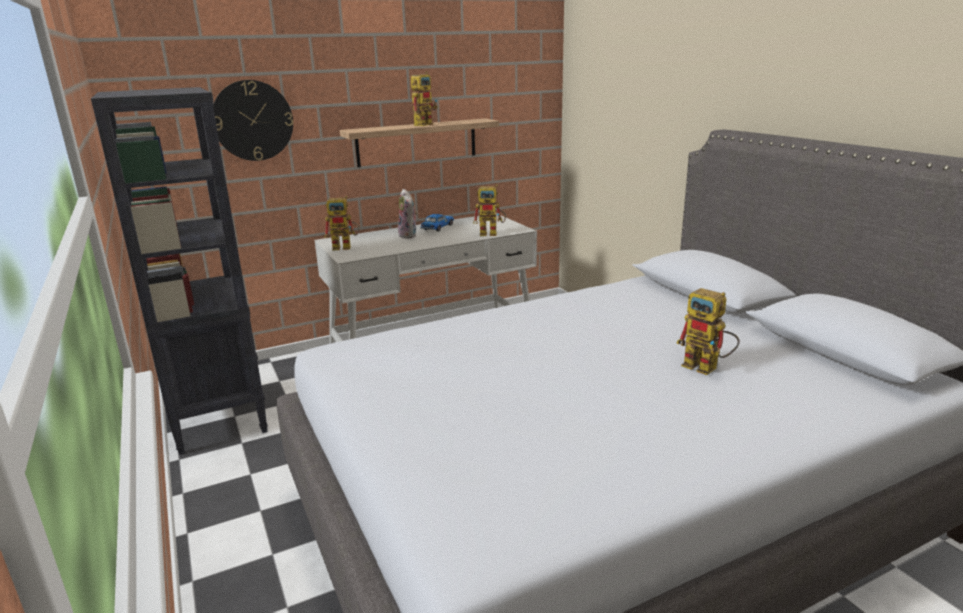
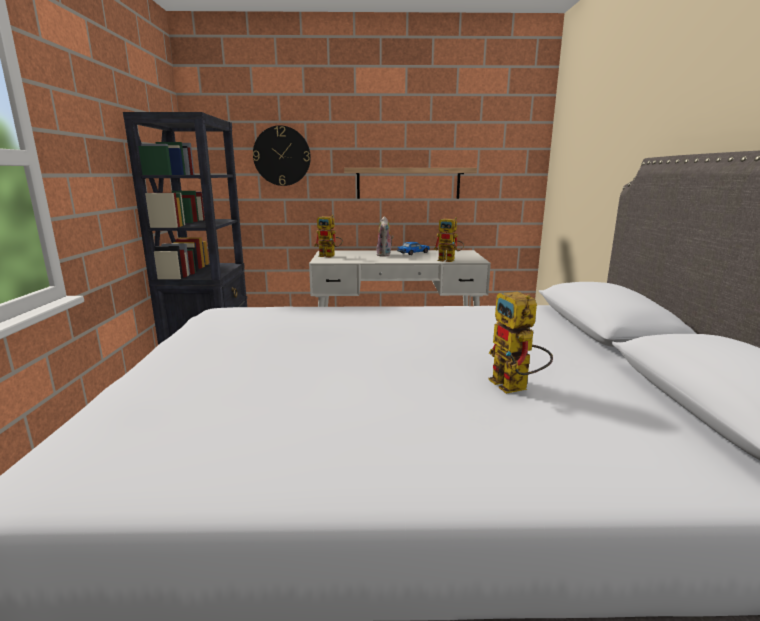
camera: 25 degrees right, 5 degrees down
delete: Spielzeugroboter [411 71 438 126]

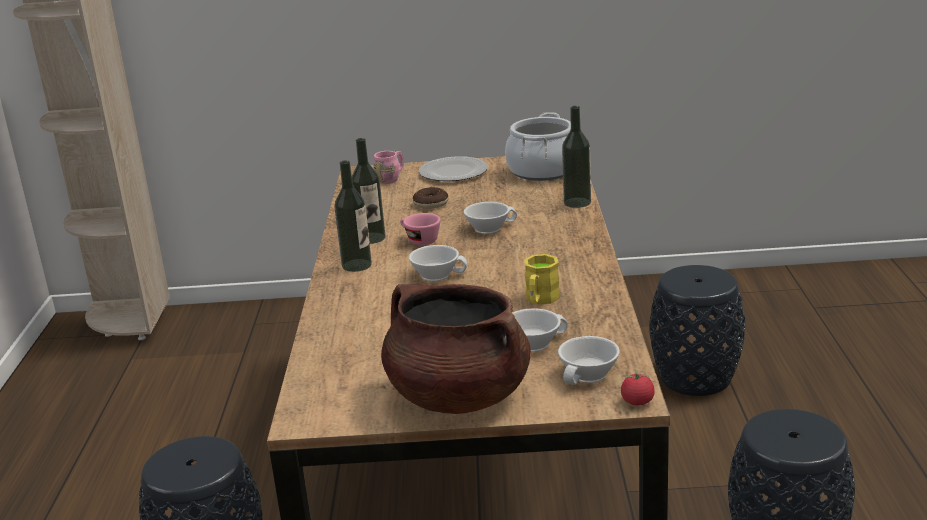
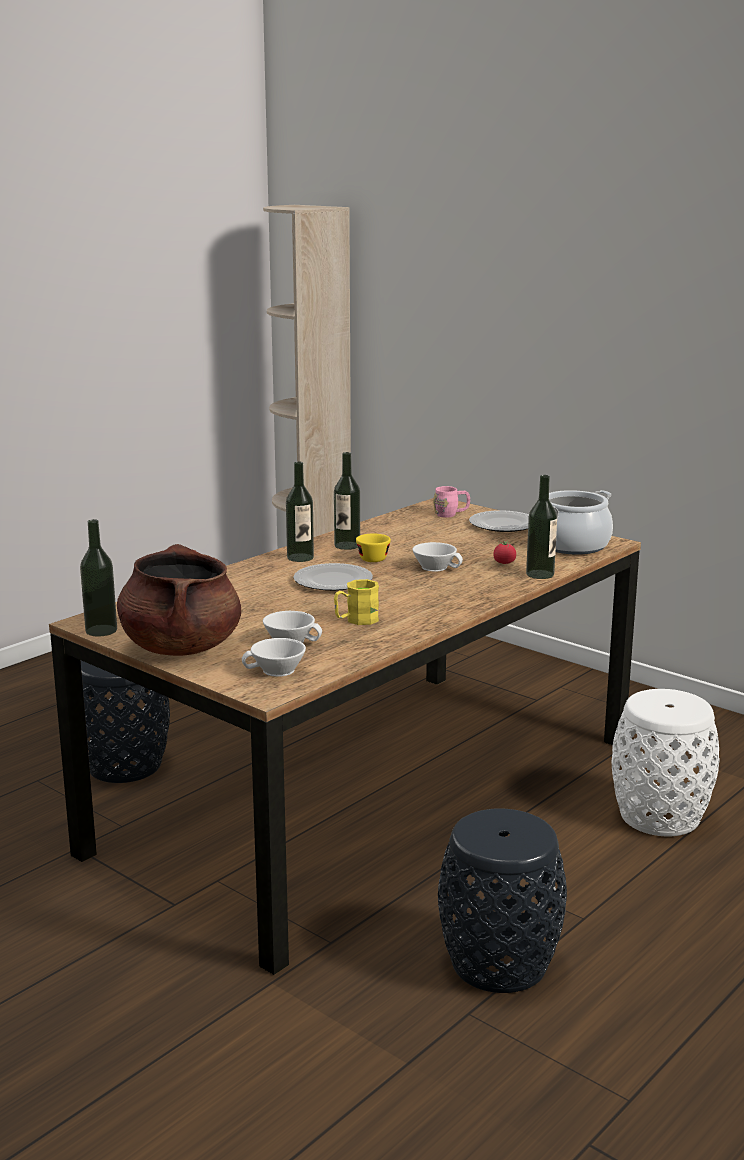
camera: 40 degrees right, 5 degrees down
delete: Donut [413 187 448 209]
insert: Flasche [80 519 117 636]
move: Tomate [621 370 655 405] to [493 540 516 564]
replace: Tasse [weiß] [409 245 467 281] to Teller [293 563 373 591]
recolor: Tasse [rosa] [400 213 441 246] to Tasse [gelb] [356 534 391 562]; Hocker [schwarz] [649 265 745 396] to Hocker [weiß] [612 689 719 836]

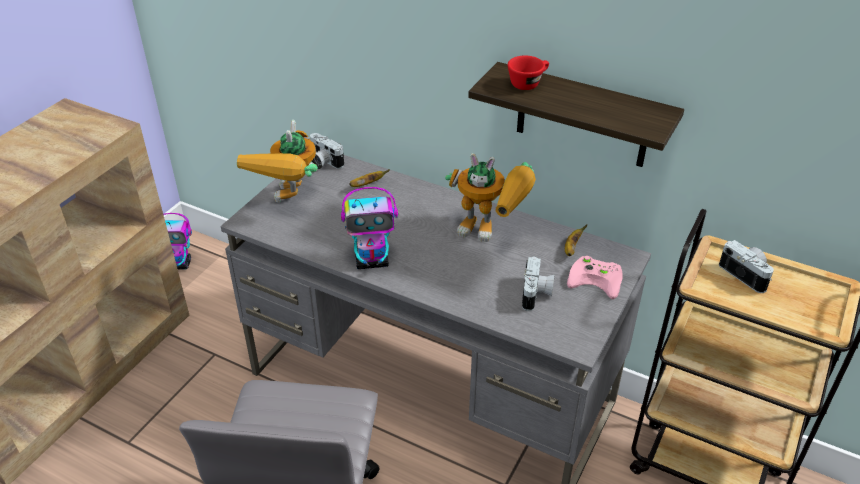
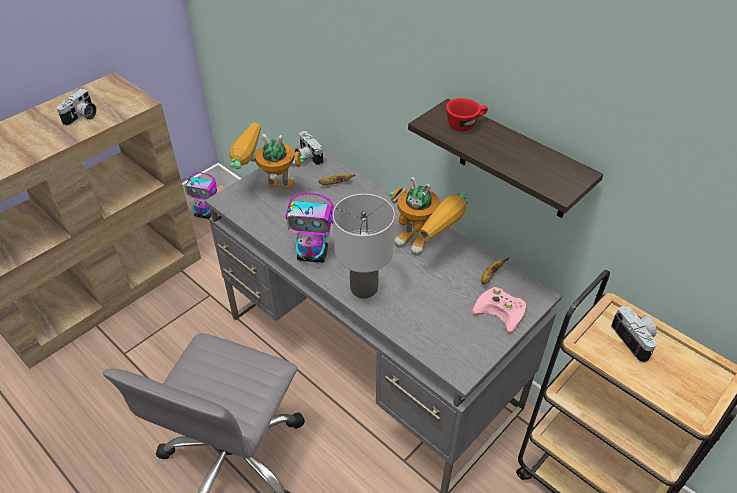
camera: 15 degrees right, 5 degrees up
insert: Tischlampe [weiß] [333 194 395 299]
move: Kamera [522 256 554 311] to [57 89 97 126]
rotate: Spielzeugroboter [237 120 318 202] = [229 123 306 189] 75 degrees clockwise

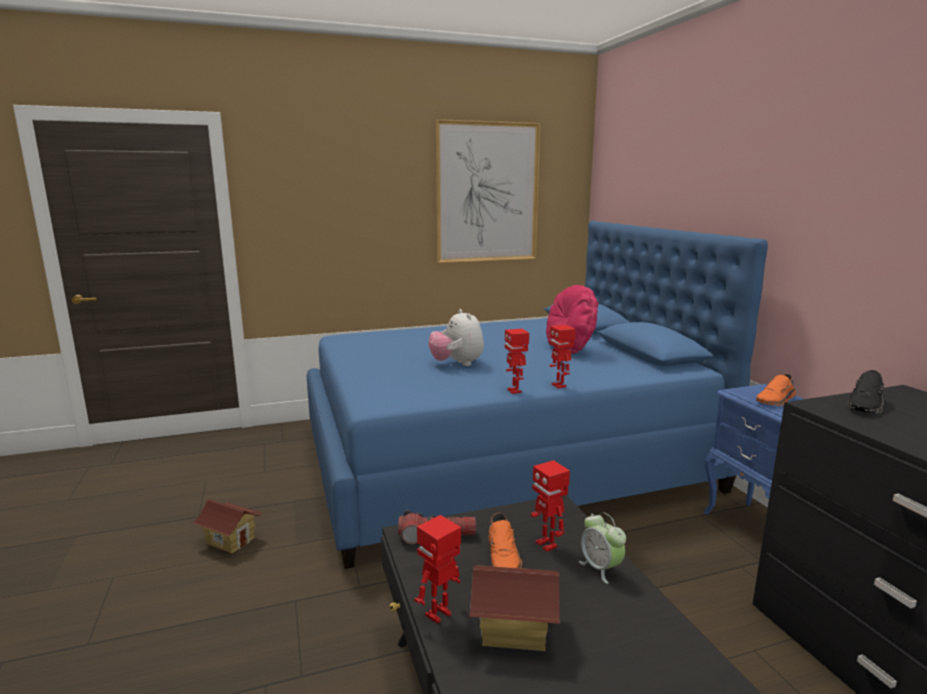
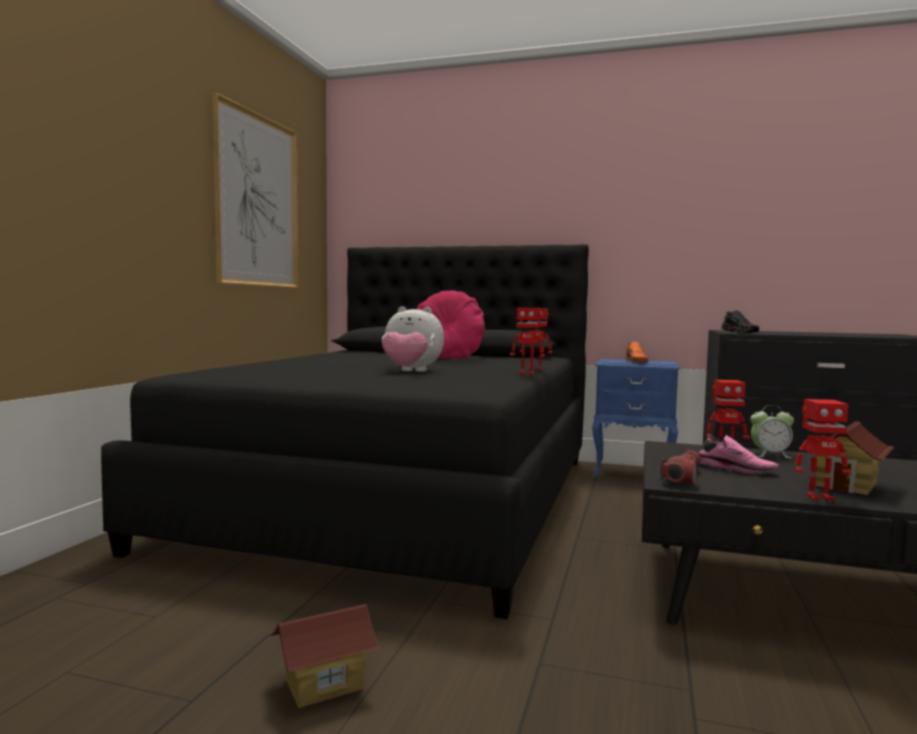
camera: 55 degrees left, 10 degrees down
recolor: Bett [blau] [307 221 768 569] to Bett [schwarz] [101 244 589 619]; Schuh [orange] [488 513 522 568] to Schuh [rosa] [698 435 779 474]
rotate: Spielzeugroboter [414 515 461 624] = [794 399 851 501] 75 degrees counterclockwise

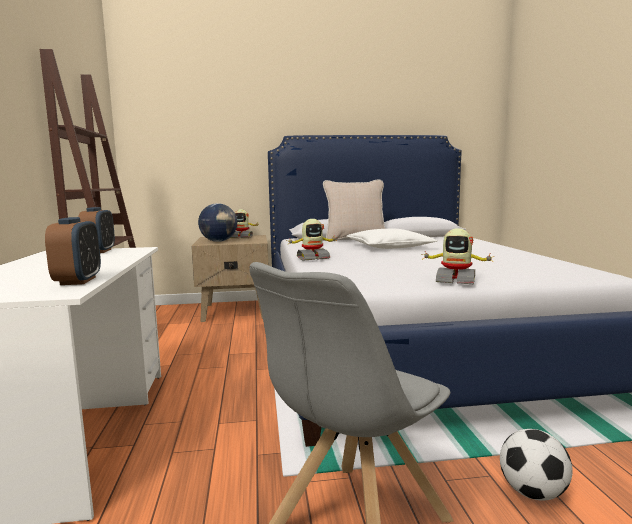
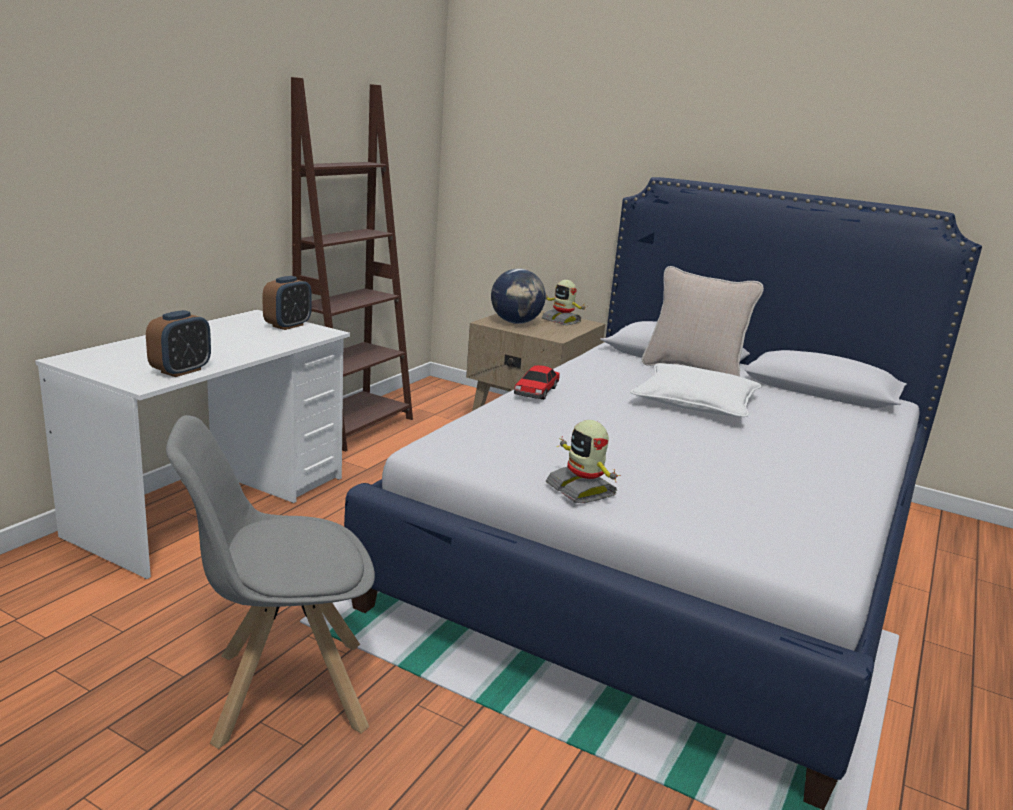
camera: 35 degrees right, 10 degrees up
delete: Fußball [500 429 573 501]
replace: Spielzeugroboter [286 219 336 261] to Spielzeugauto [514 365 560 400]

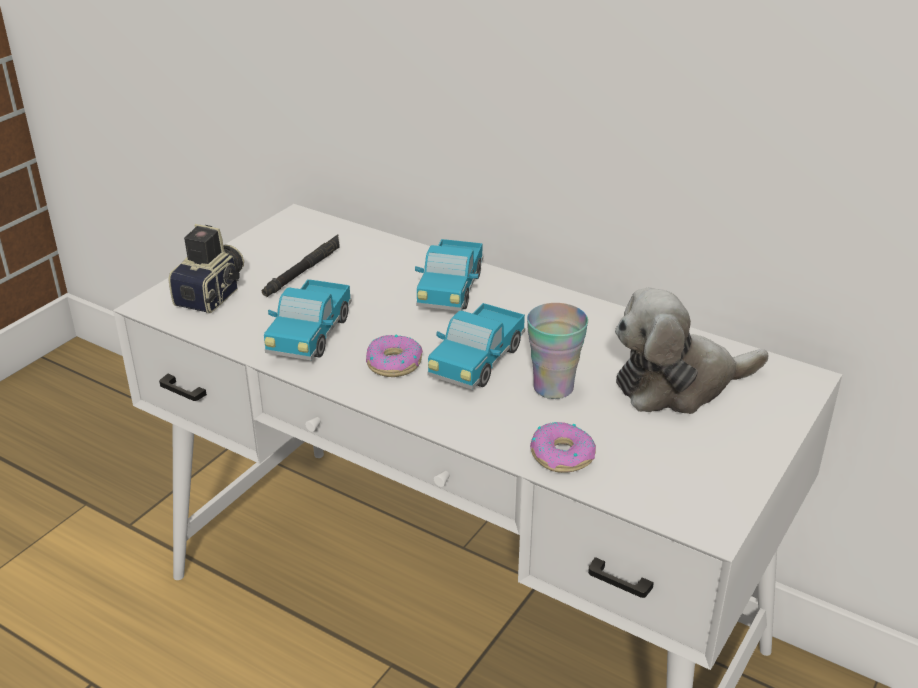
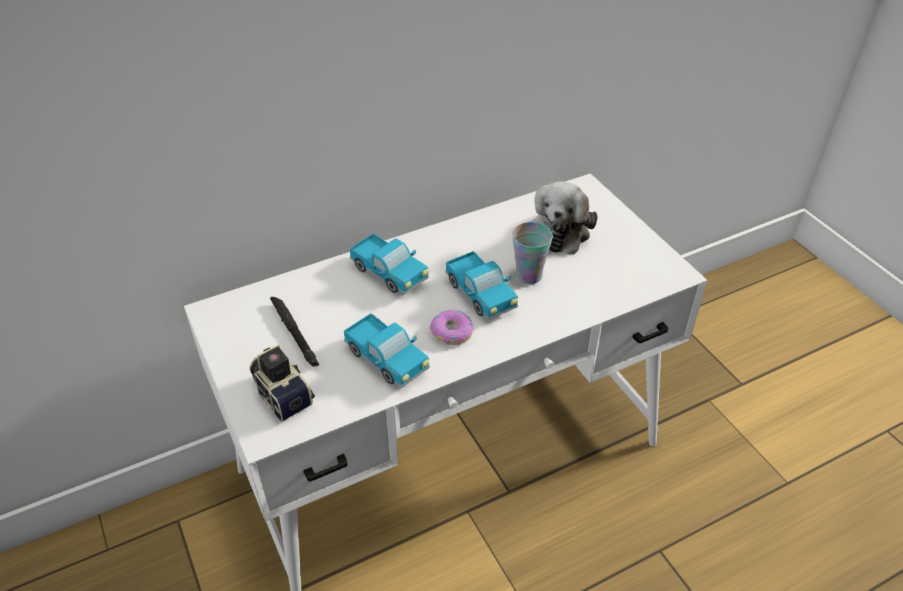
camera: 60 degrees left, 10 degrees up
delete: Donut [530 422 596 473]

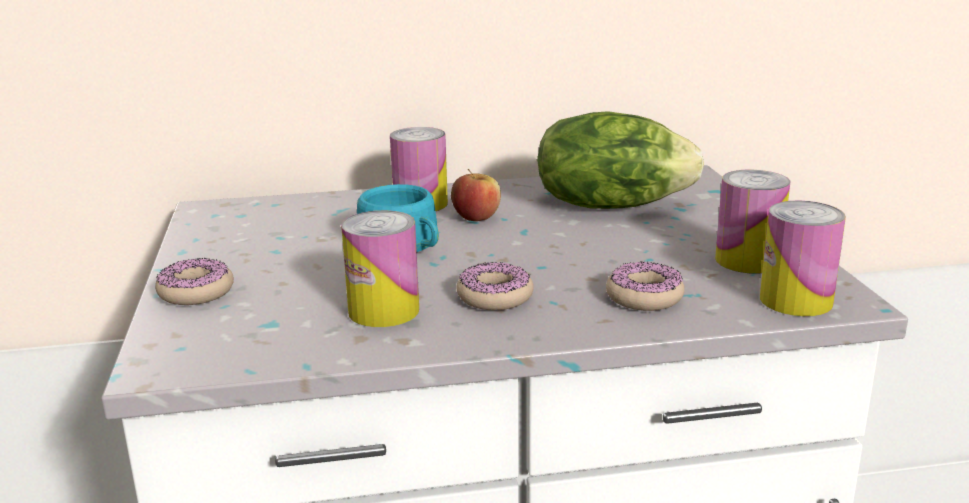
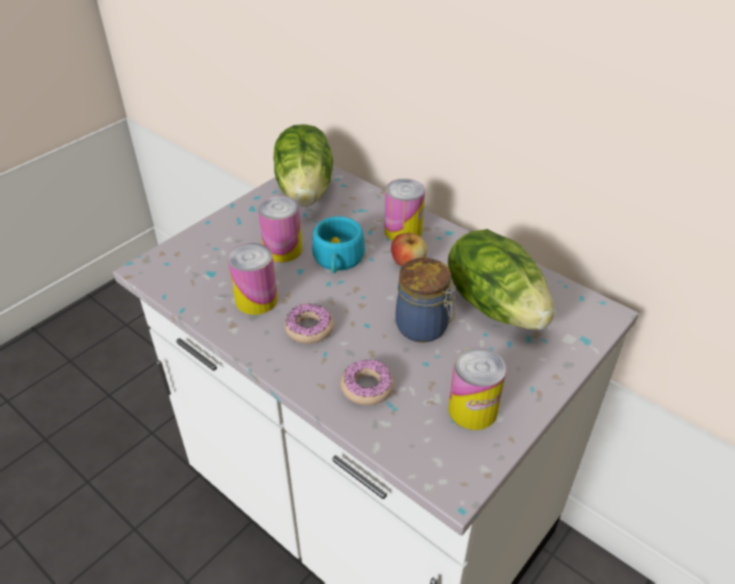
camera: 50 degrees right, 20 degrees up
delete: Donut [155 258 234 305]
insert: Salatkopf [273 124 333 207]; Vorratsglas [395 258 456 343]
move: Dose [760 201 846 316] to [258 196 302 262]

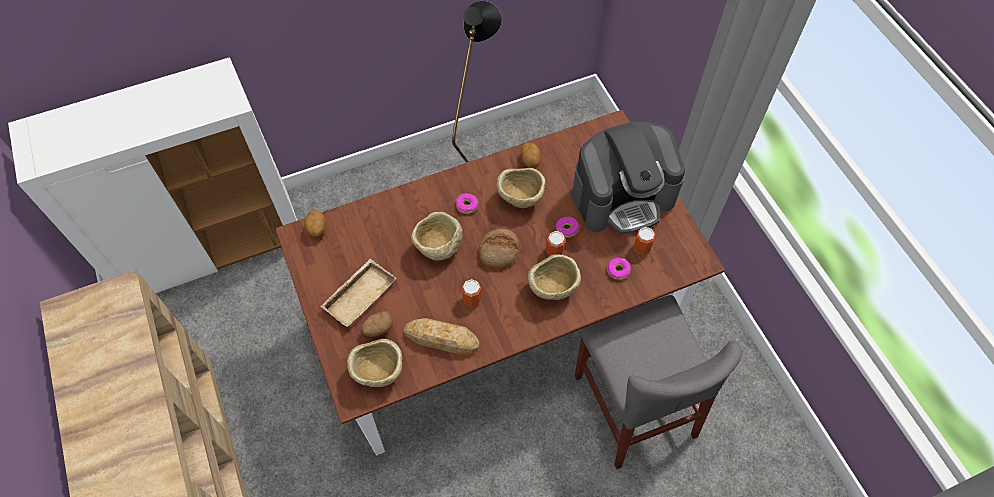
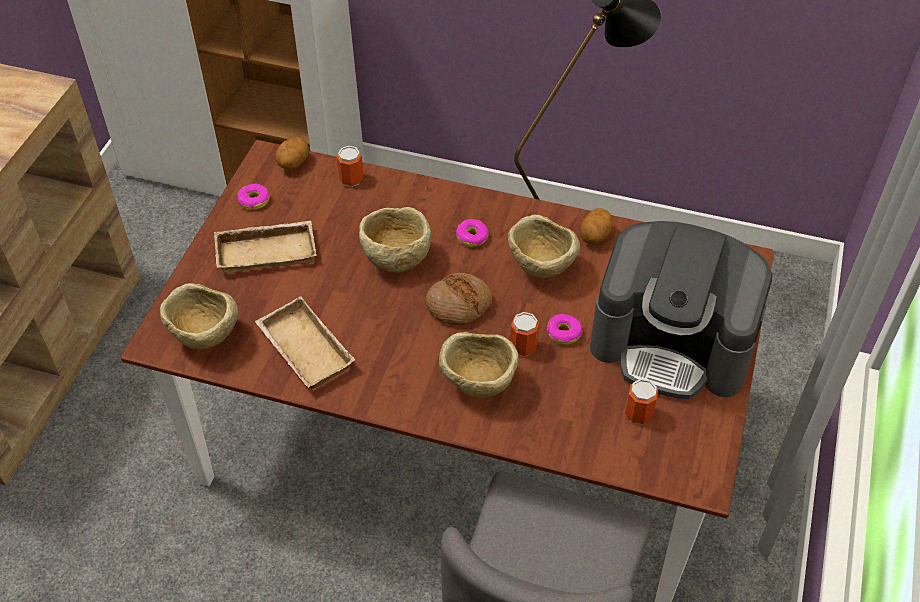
camera: 40 degrees right, 10 degrees down
delete: Kartoffel [361 311 393 337]
move: Dose [462 279 482 307] to [337 146 364 187]; Donut [607 258 631 280] to [237 184 269 210]
replace: Brot [404 318 480 354] to Tablett [beige] [255 296 355 389]

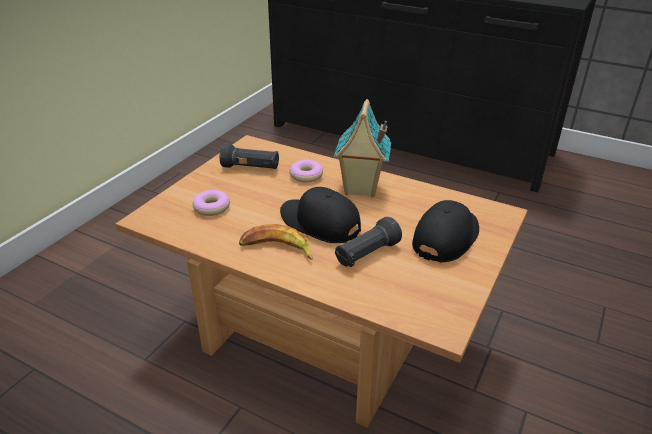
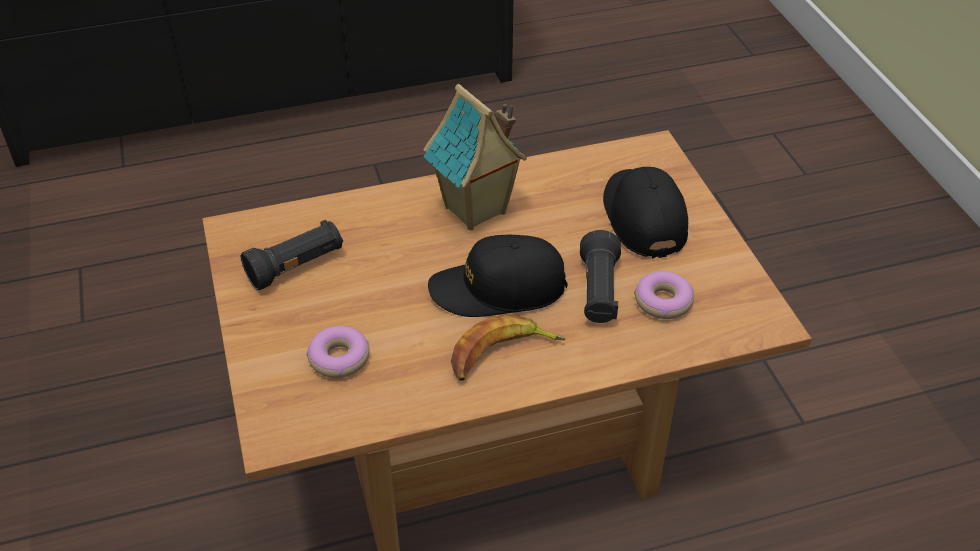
camera: 45 degrees left, 10 degrees up
move: Donut [289 160 323 182] to [634 271 694 319]

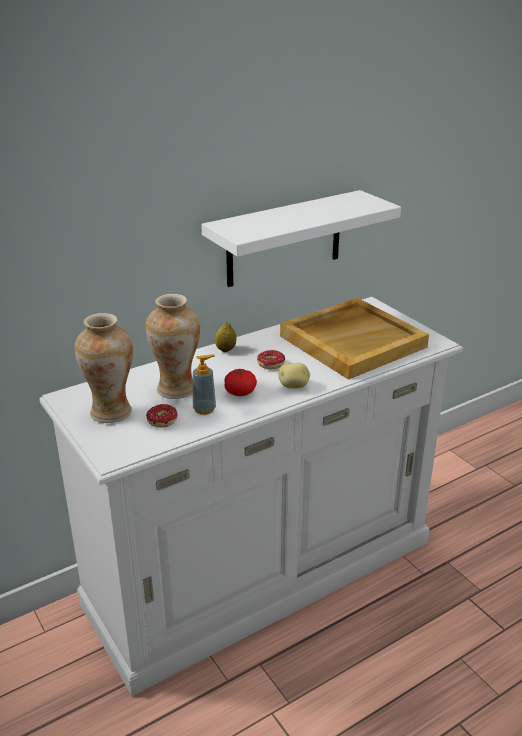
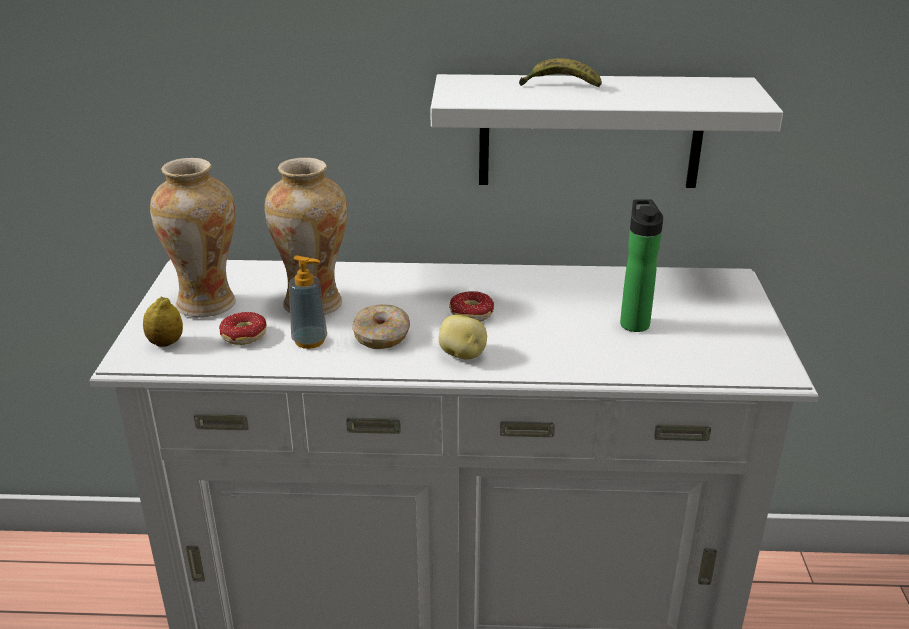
camera: 35 degrees right, 0 degrees up
insert: Banane [519 58 602 87]
move: Zitrone [215 322 236 352] to [143 297 183 347]
replace: Tomate [225 369 257 396] to Donut [352 304 410 349]; Tablett [beige] [280 298 429 380] to Flasche [620 199 663 332]

